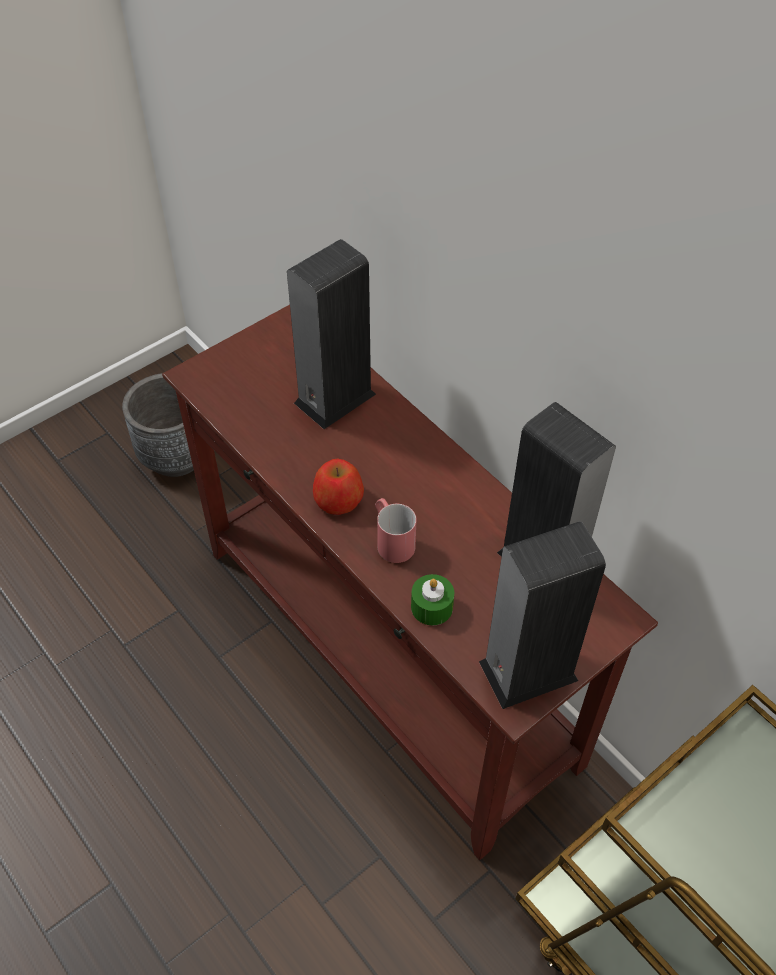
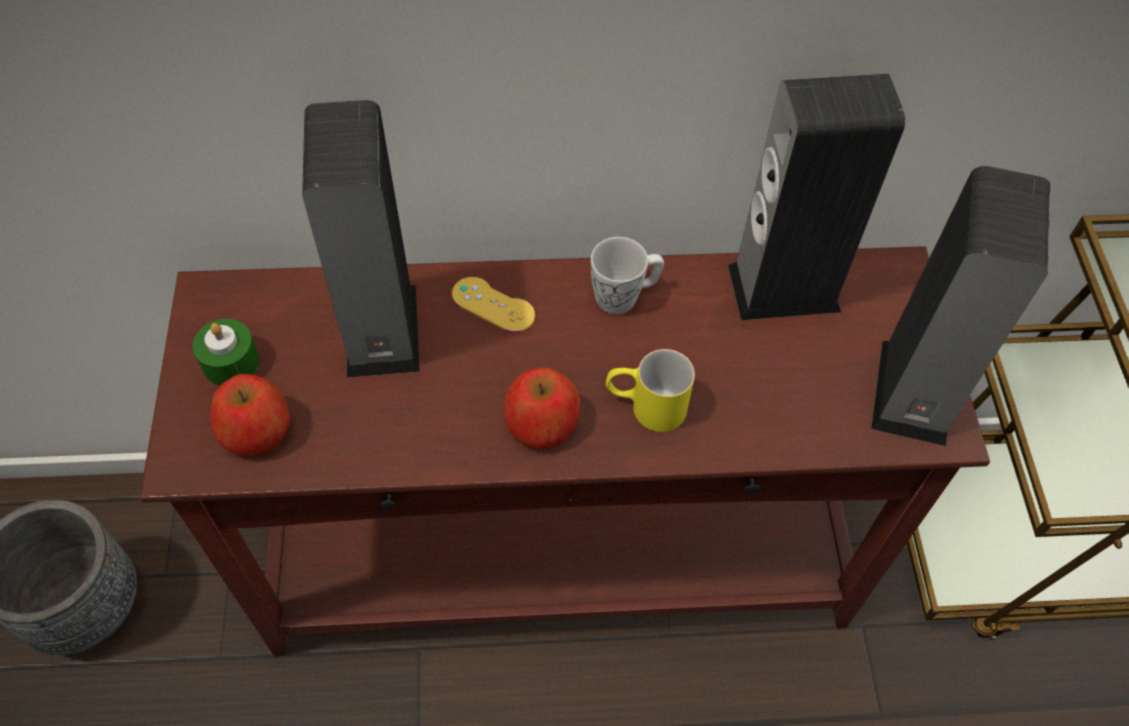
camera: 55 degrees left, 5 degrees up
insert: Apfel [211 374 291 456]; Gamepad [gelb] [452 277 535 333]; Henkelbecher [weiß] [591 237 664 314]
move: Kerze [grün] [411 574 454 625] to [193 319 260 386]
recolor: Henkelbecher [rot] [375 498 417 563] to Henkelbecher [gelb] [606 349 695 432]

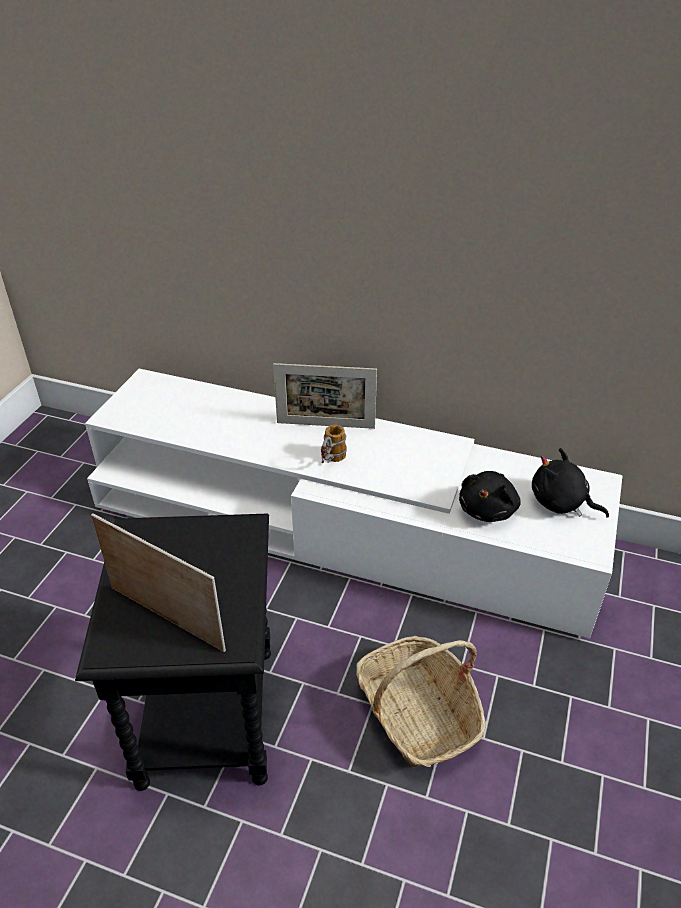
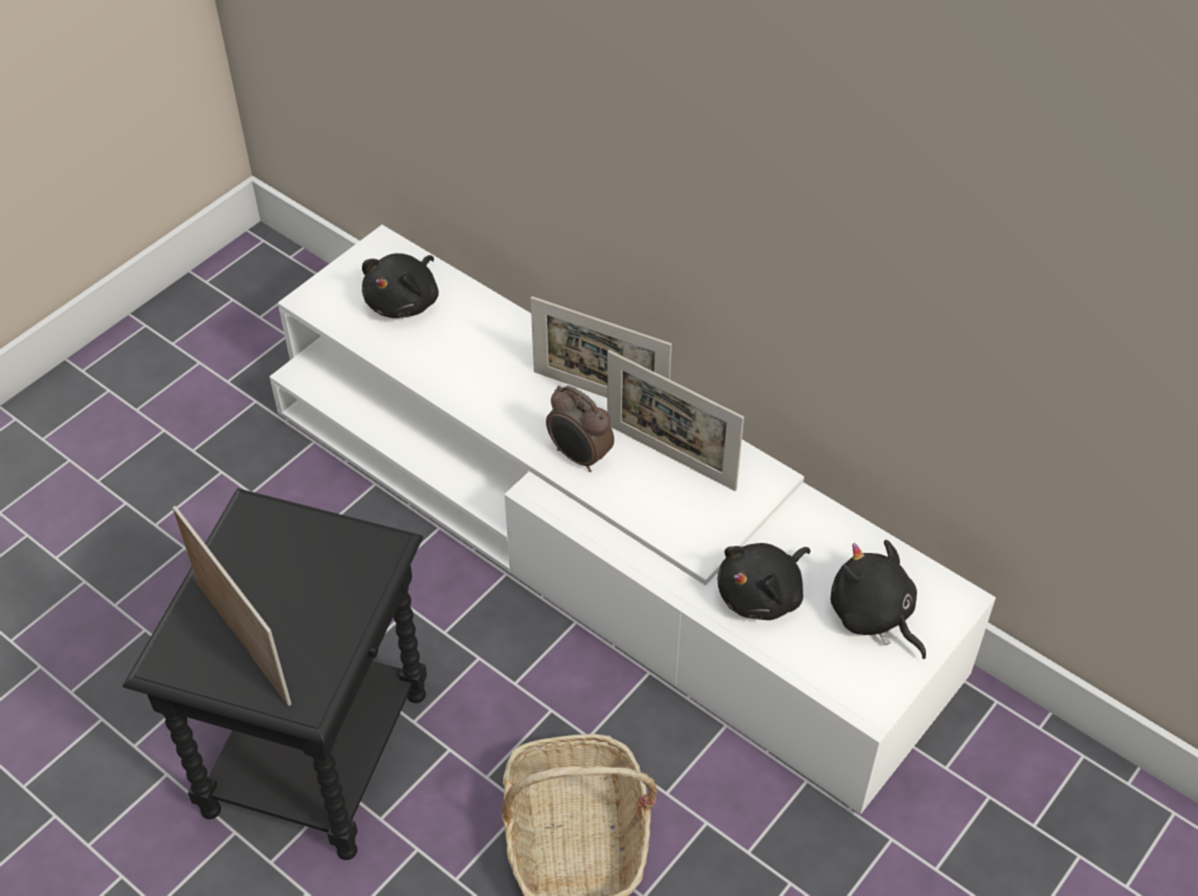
camera: 20 degrees right, 10 degrees up
insert: Plüschtier [schwarz] [362 253 439 318]; Bilderrahmen [607 350 744 491]
replace: Henkelbecher [321 425 347 463] to Wecker [546 385 614 472]

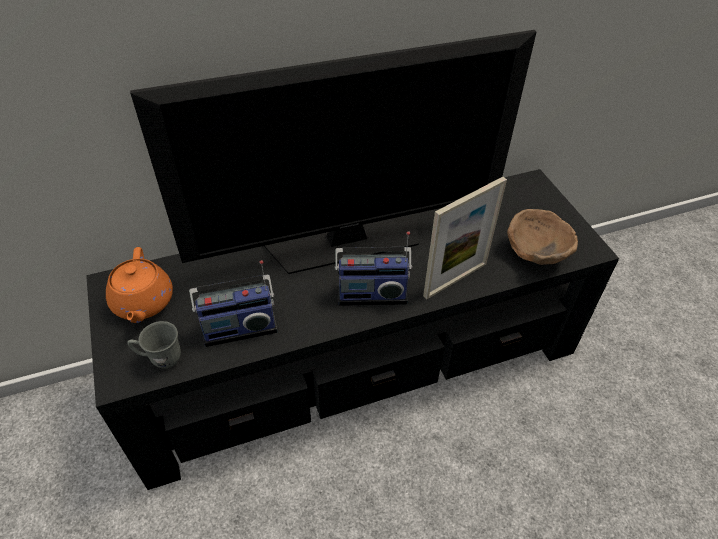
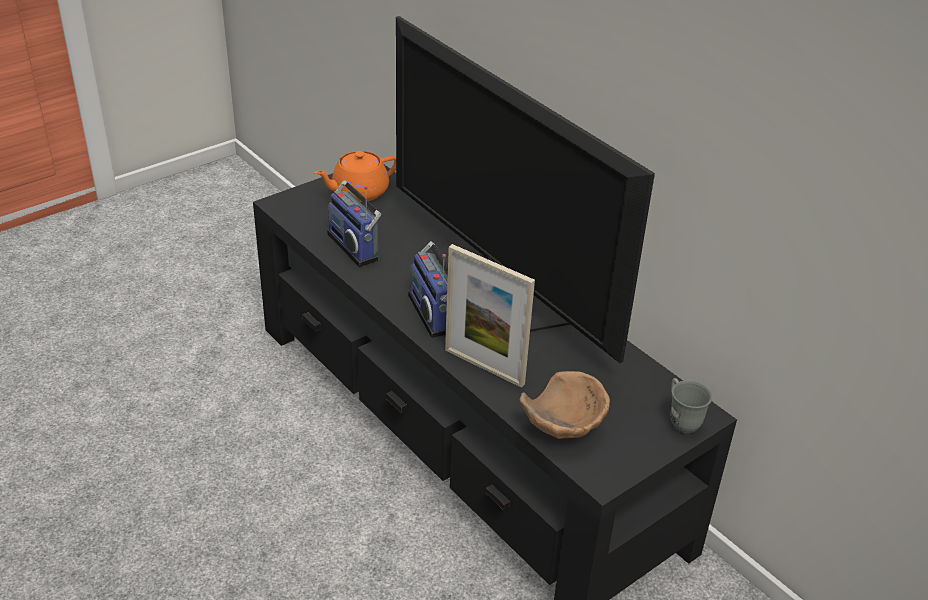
camera: 70 degrees right, 10 degrees down
move: Henkelbecher [grau] [127 321 181 369] to [670 378 713 433]

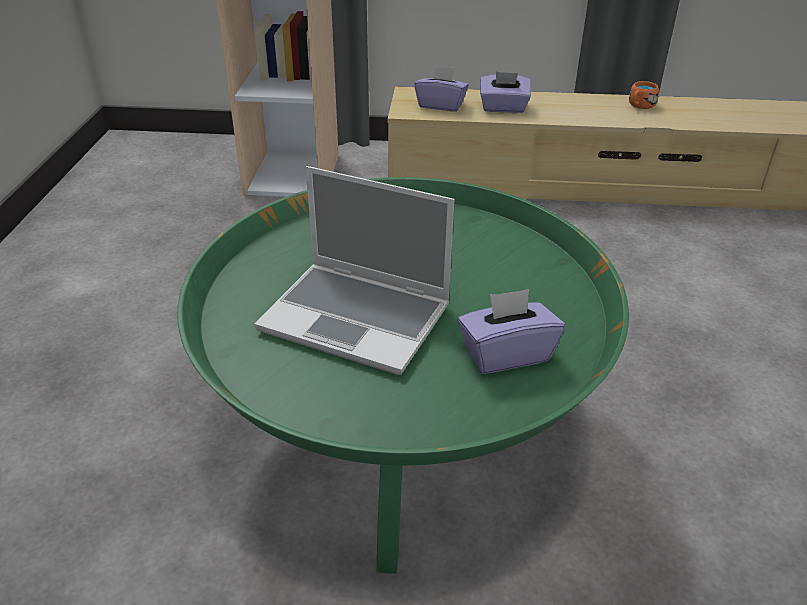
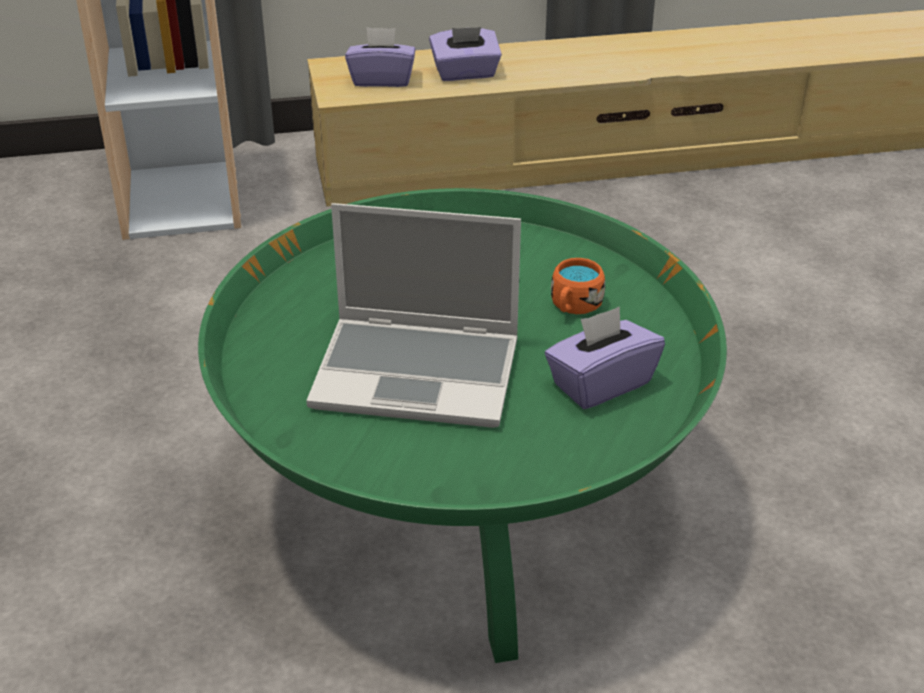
camera: 15 degrees left, 0 degrees up
move: Henkelbecher [orange] [629 81 659 109] to [551 258 605 314]

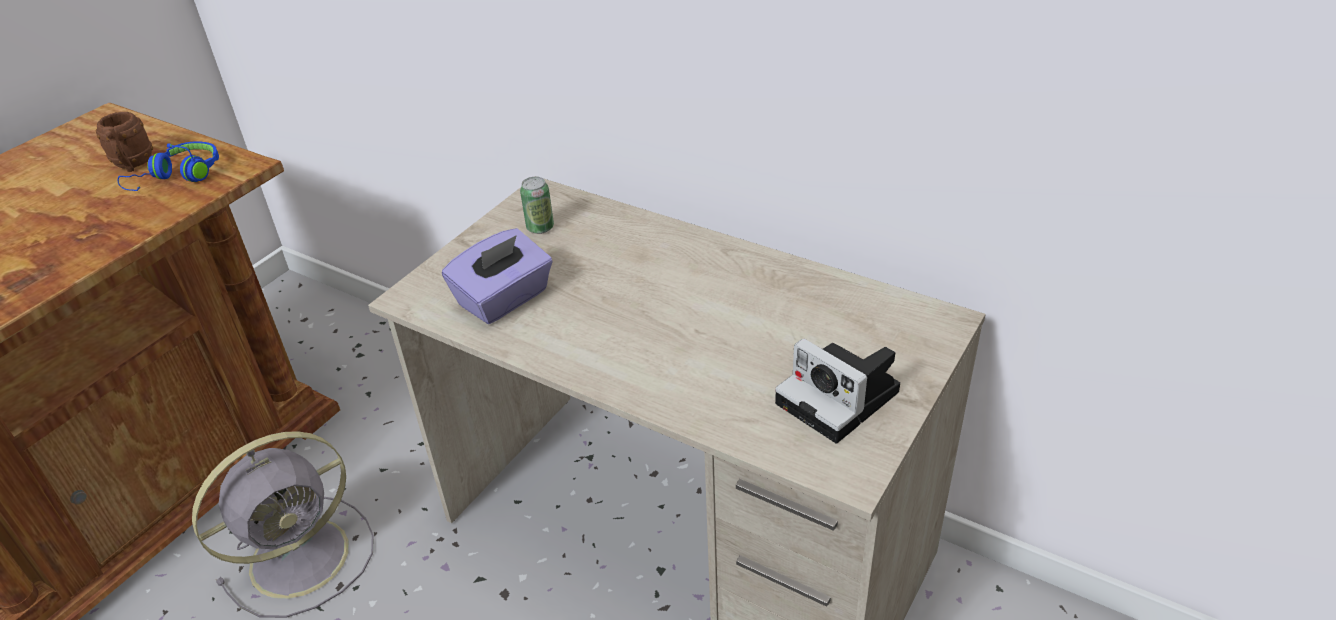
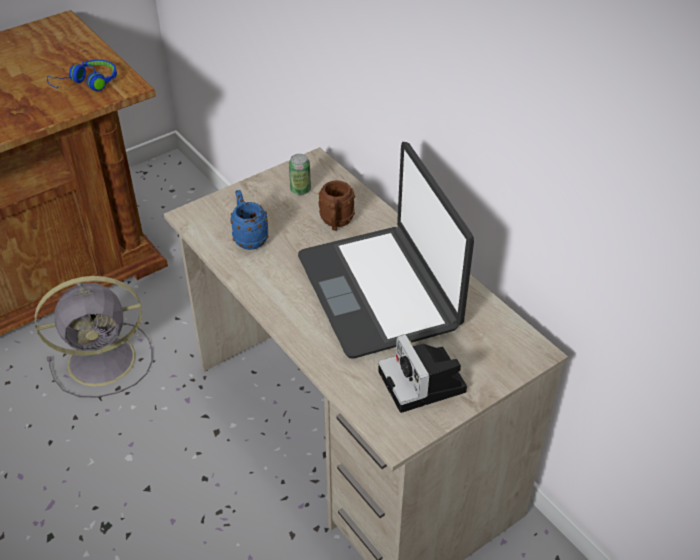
camera: 20 degrees right, 5 degrees up
insert: Laptop [298 142 474 358]
move: Henkelbecher [braun] [96 112 153 172] to [319 180 355 231]
replace: Taschentuchbox [lila] [442 228 553 324] to Henkelbecher [blau] [230 190 268 250]

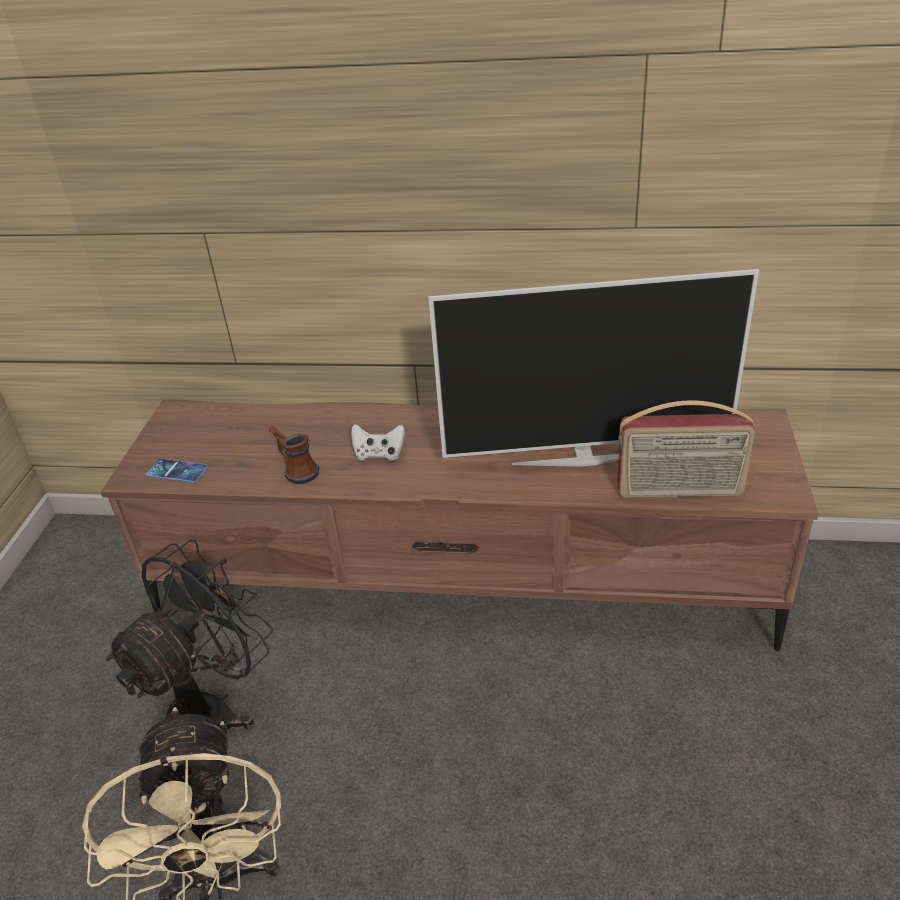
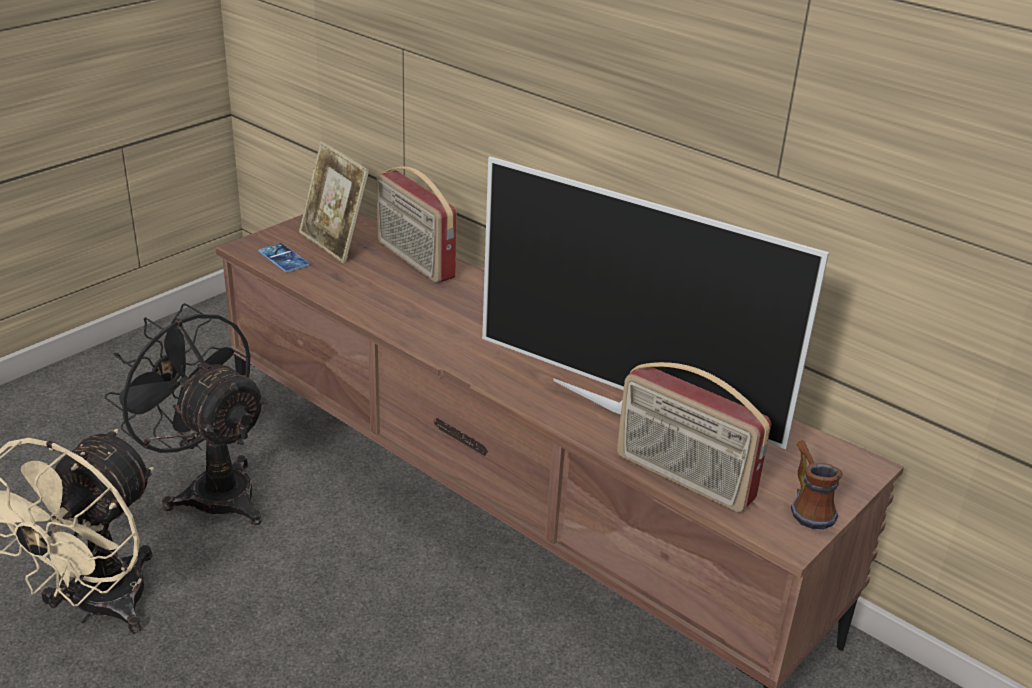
camera: 30 degrees right, 5 degrees down
delete: Gamepad [weiß] [351 424 405 461]
insert: Bilderrahmen [299 141 369 263]; Radio [376 166 457 283]
move: Henkelbecher [269 426 319 484] to [791 440 843 529]
rotate: Ventilator [schwarz] [106 539 273 730] = [105 303 268 525] 120 degrees counterclockwise

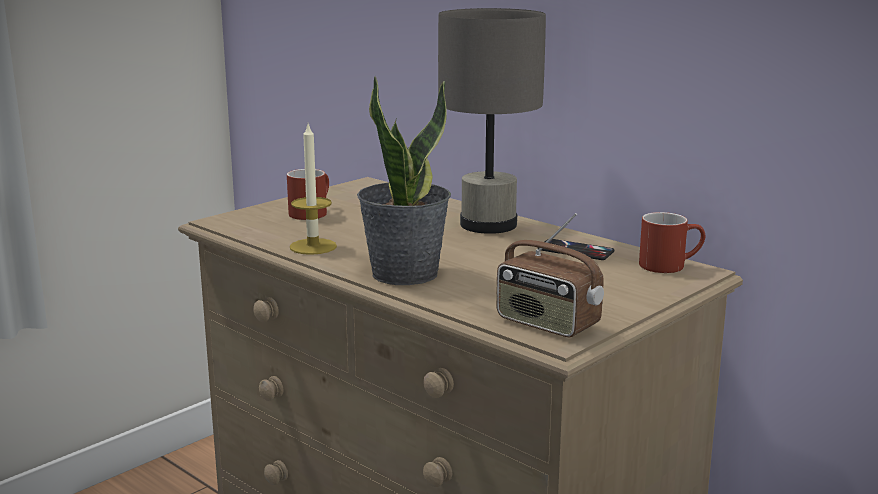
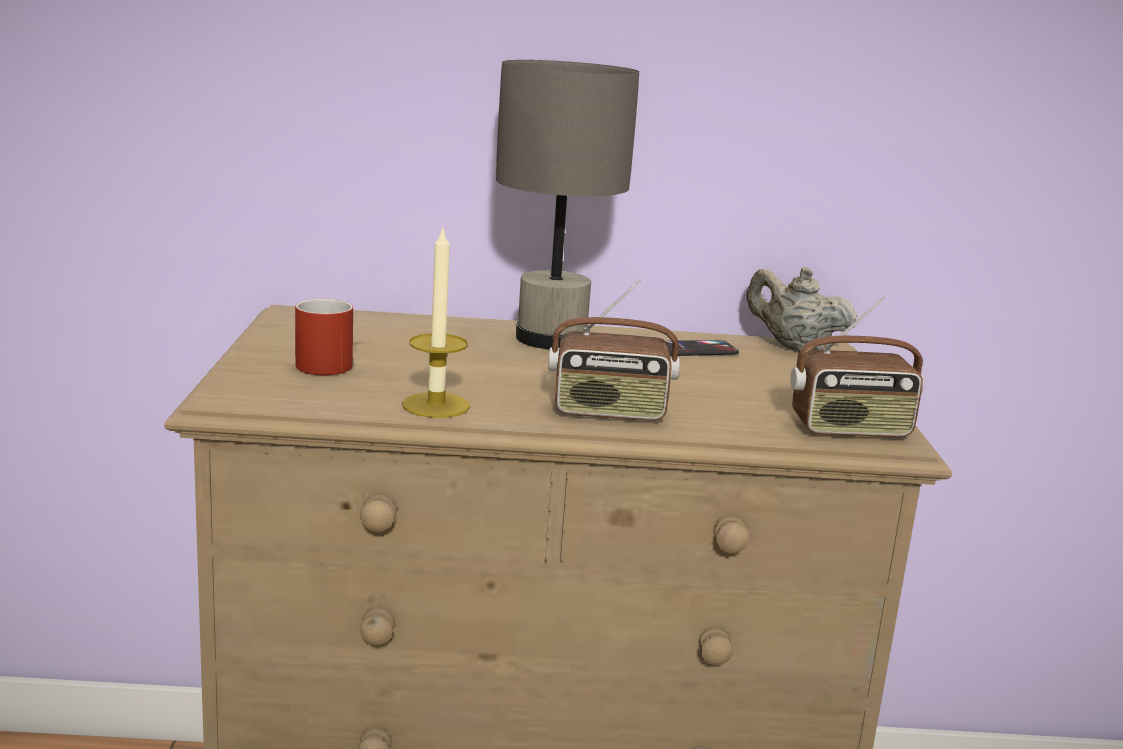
camera: 45 degrees left, 0 degrees up
replace: Topfpflanze [357 76 451 285] to Radio [548 279 680 421]; Henkelbecher [rot] [639 212 705 273] to Teekanne [beige] [747 267 858 351]

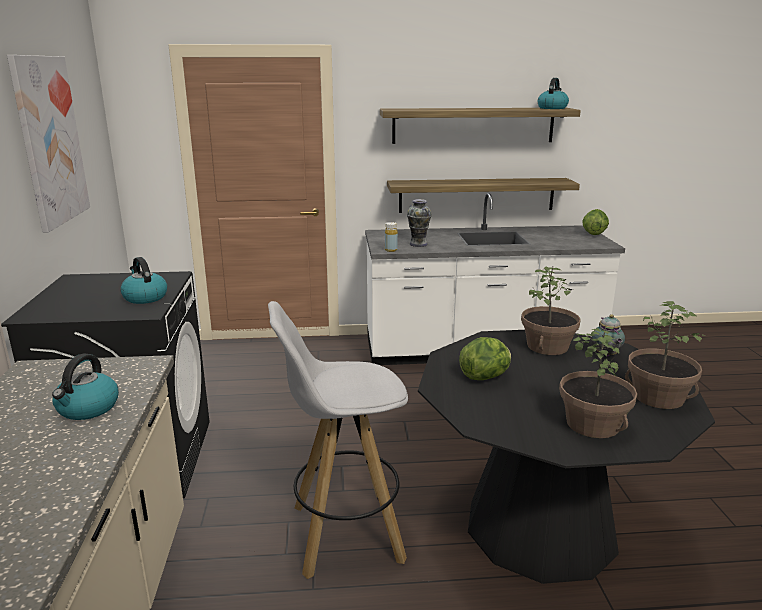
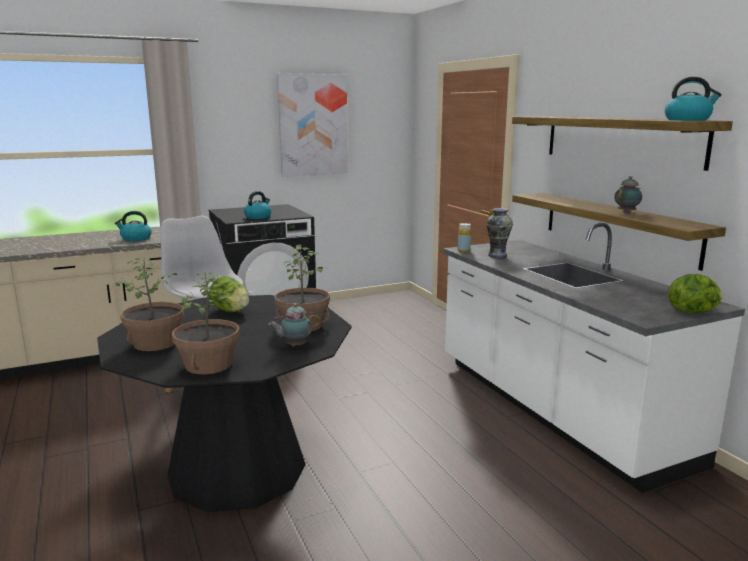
camera: 70 degrees right, 5 degrees down
insert: Teekanne [614 176 642 213]

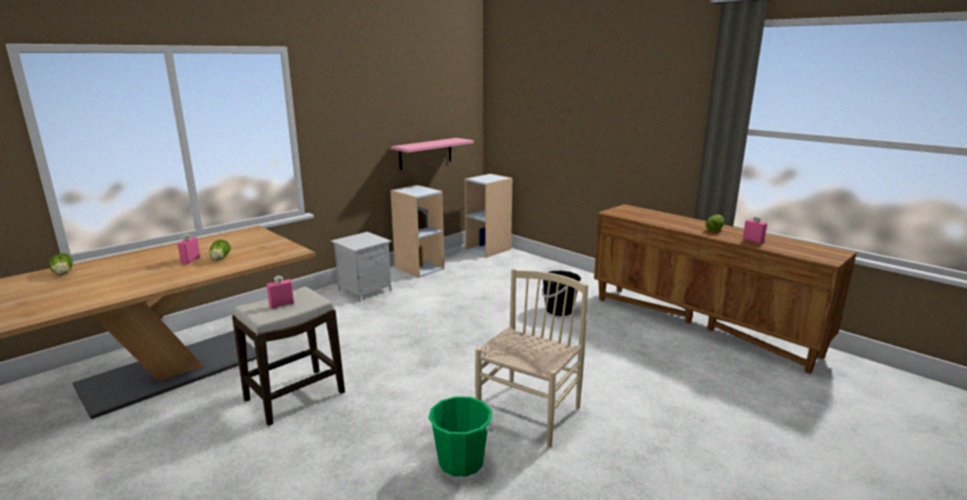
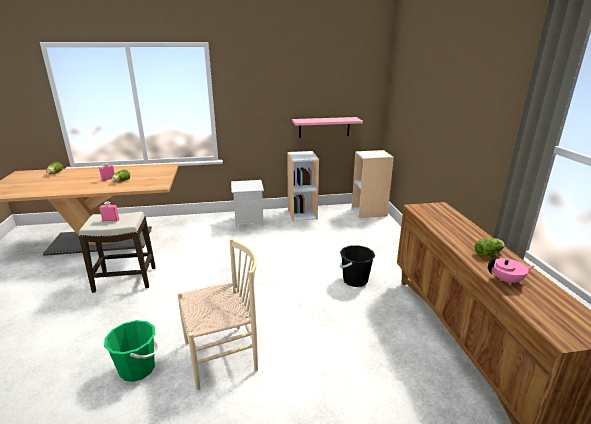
camera: 35 degrees right, 5 degrees up
replace: Flasche [rosa] [743 216 767 244] to Teekanne [rosa] [488 256 535 286]

